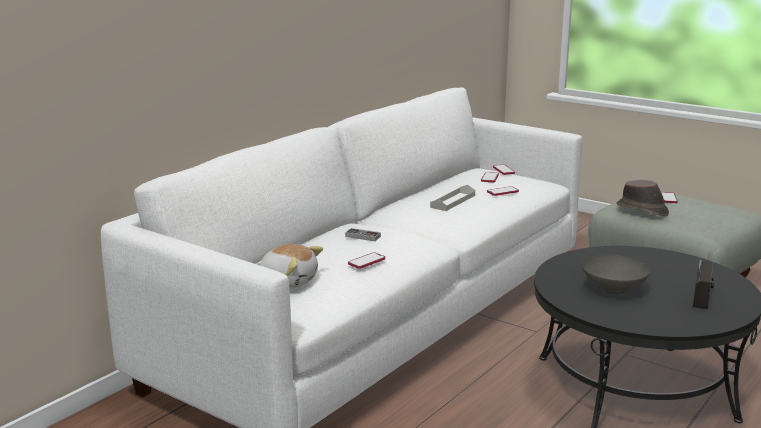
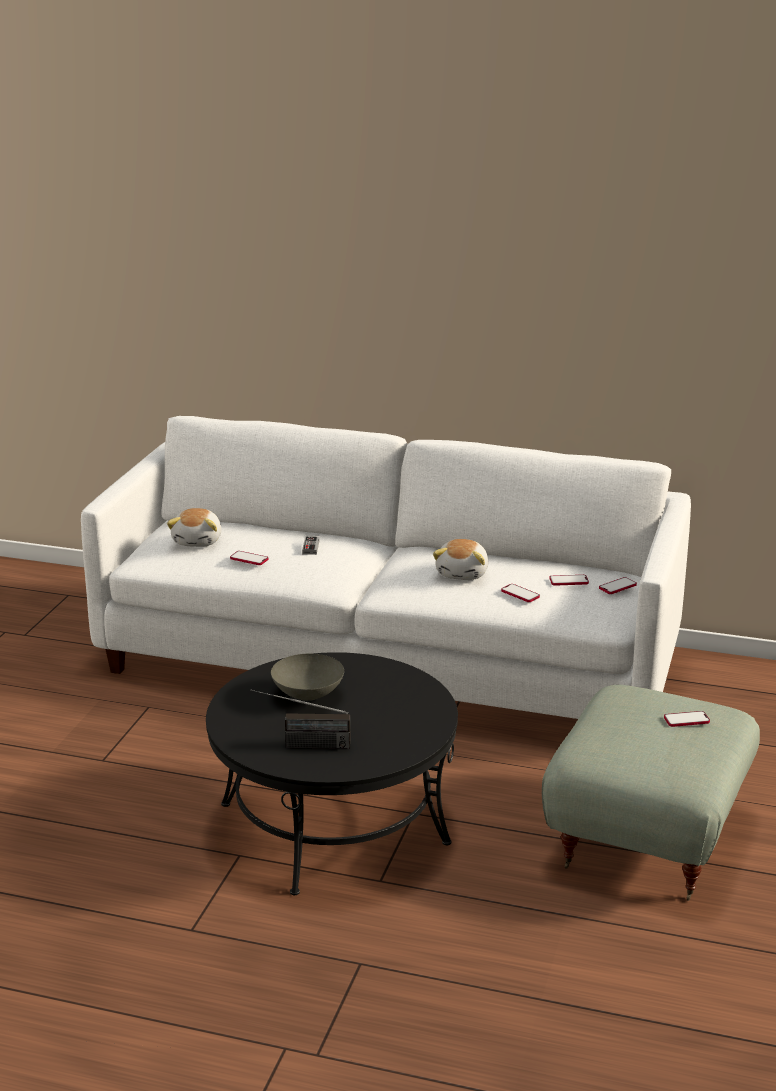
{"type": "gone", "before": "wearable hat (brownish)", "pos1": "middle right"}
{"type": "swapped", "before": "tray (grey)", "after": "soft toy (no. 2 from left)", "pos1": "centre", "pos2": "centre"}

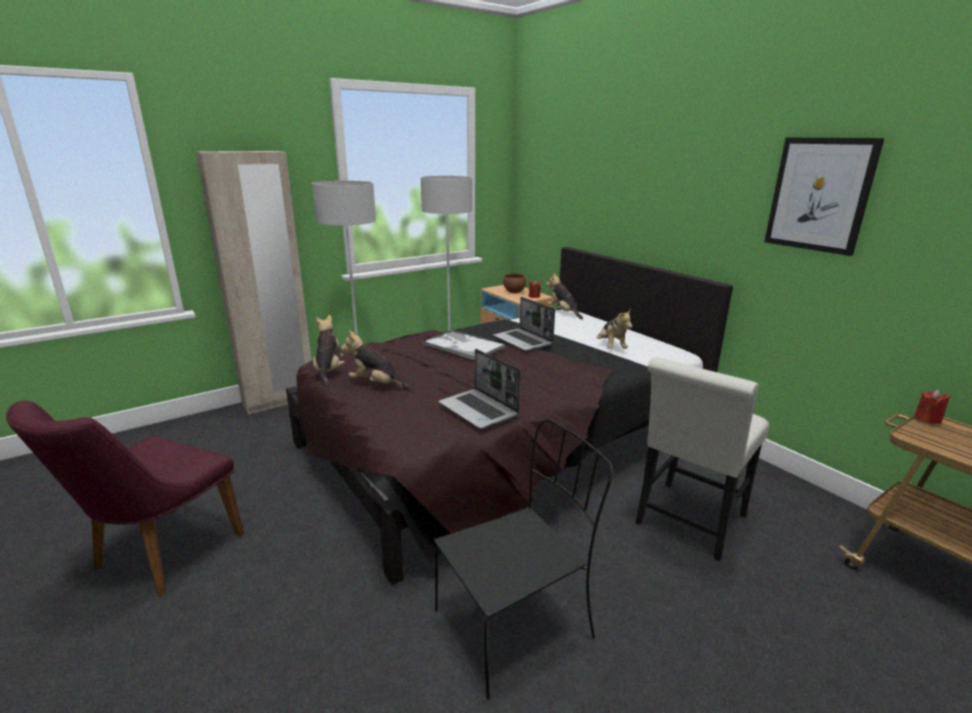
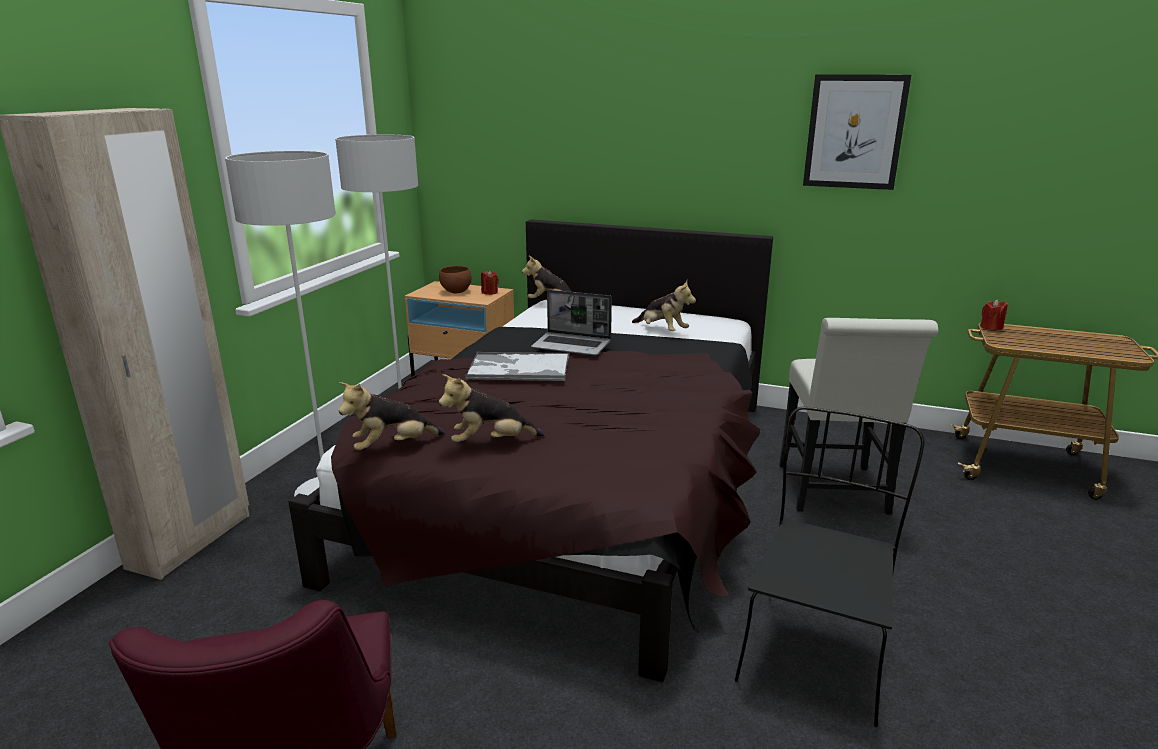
{"type": "gone", "before": "portable computer (no. 1 from left)", "pos1": "centre"}
{"type": "rotated", "before": "soft toy (no. 1 from left)", "pos1": "centre", "pos2": "centre", "turn": -75}

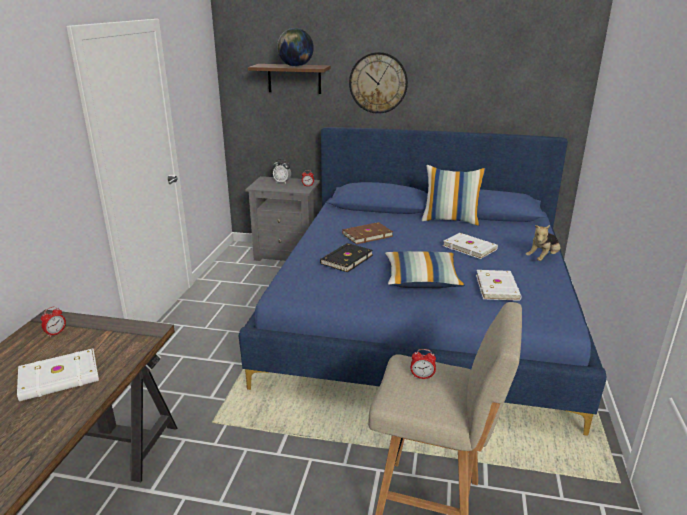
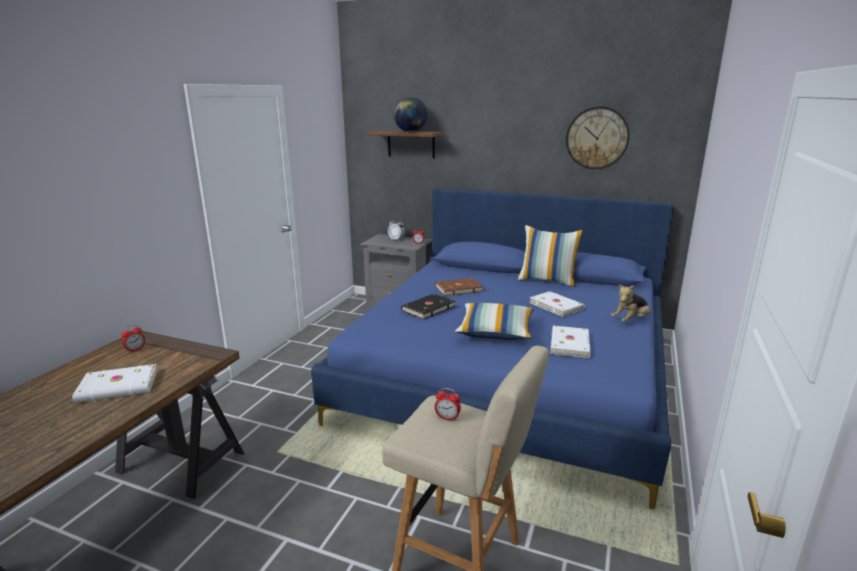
{"type": "shifted", "before": "hanging clock", "pos1": "top centre", "pos2": "top right"}

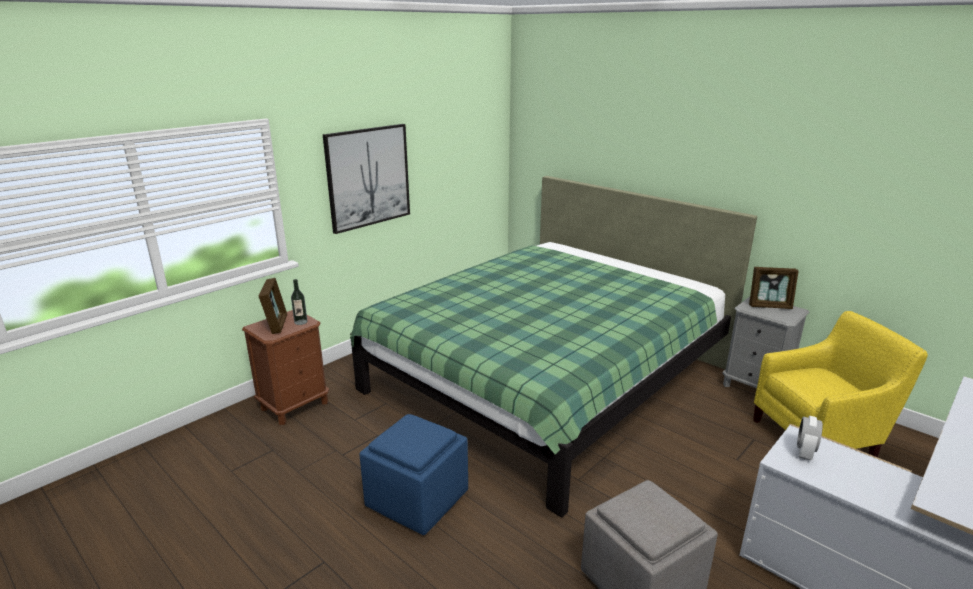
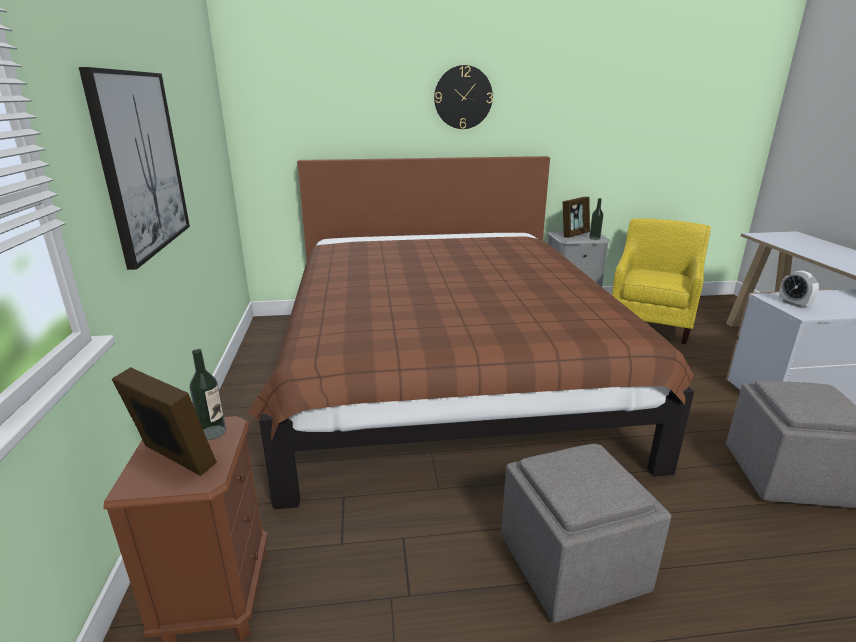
{"type": "new", "after": "hanging clock", "pos2": "top centre"}
{"type": "new", "after": "beverage bottle (no. 2 from left)", "pos2": "middle right"}
{"type": "repainted", "before": "sleeping bed (green-coloured)", "after": "sleeping bed (brownish)", "pos1": "centre", "pos2": "centre"}
{"type": "repainted", "before": "pouffe (blue)", "after": "pouffe (grey) (no. 1 from left)", "pos1": "bottom centre", "pos2": "bottom right"}

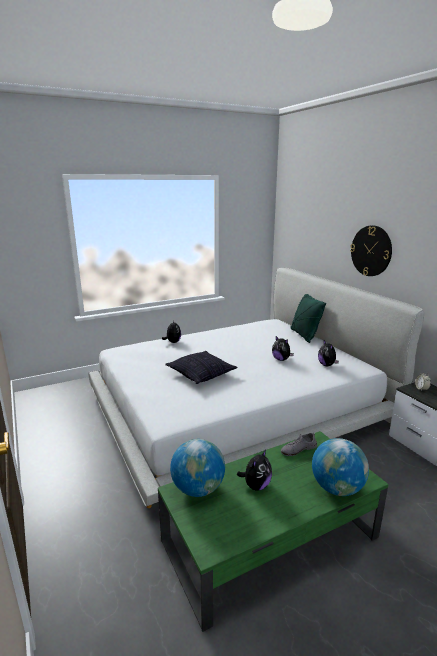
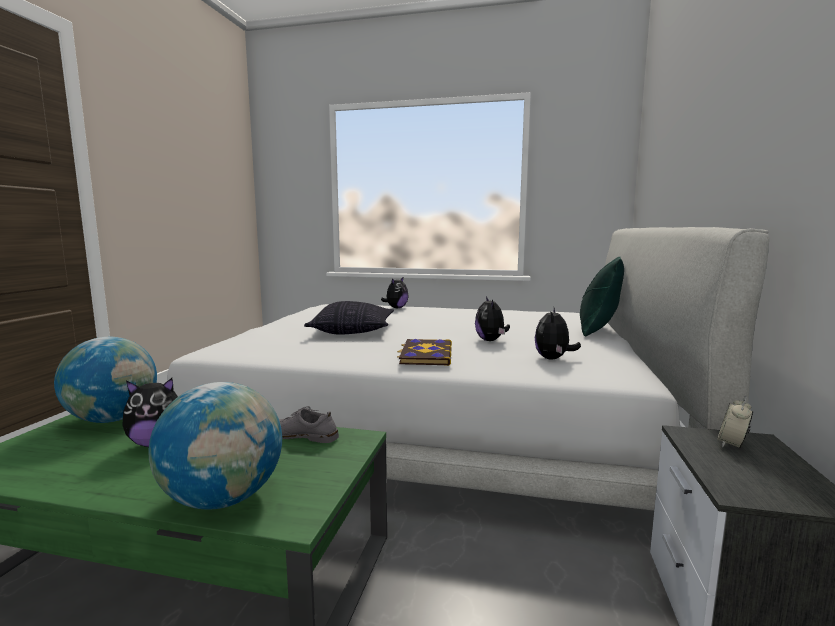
{"type": "gone", "before": "hanging clock", "pos1": "middle right"}
{"type": "new", "after": "bound book", "pos2": "centre"}

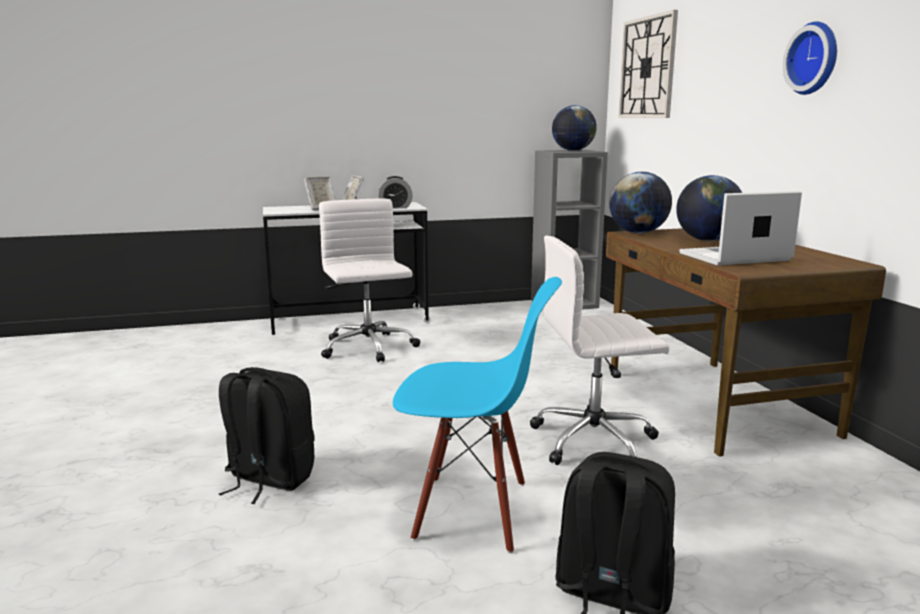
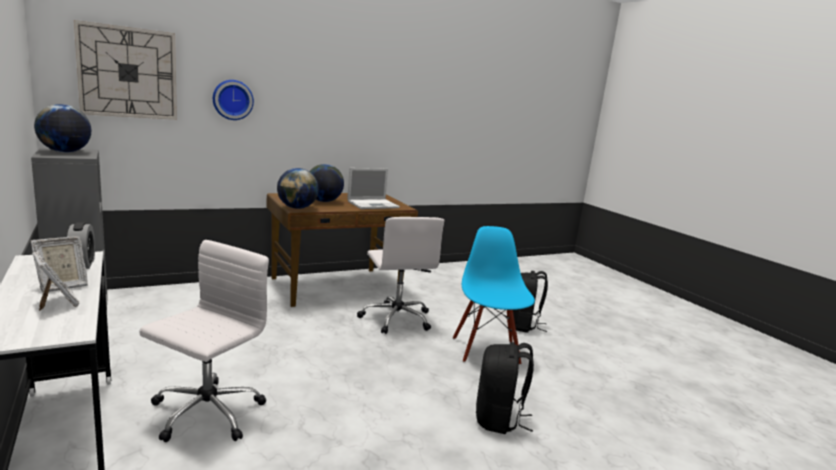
{"type": "shifted", "before": "hanging clock (no. 2 from left)", "pos1": "top right", "pos2": "top left"}
{"type": "rotated", "before": "office chair (white-coloured) (no. 1 from left)", "pos1": "centre", "pos2": "bottom left", "turn": 150}
{"type": "rotated", "before": "portable computer", "pos1": "middle right", "pos2": "centre", "turn": -90}

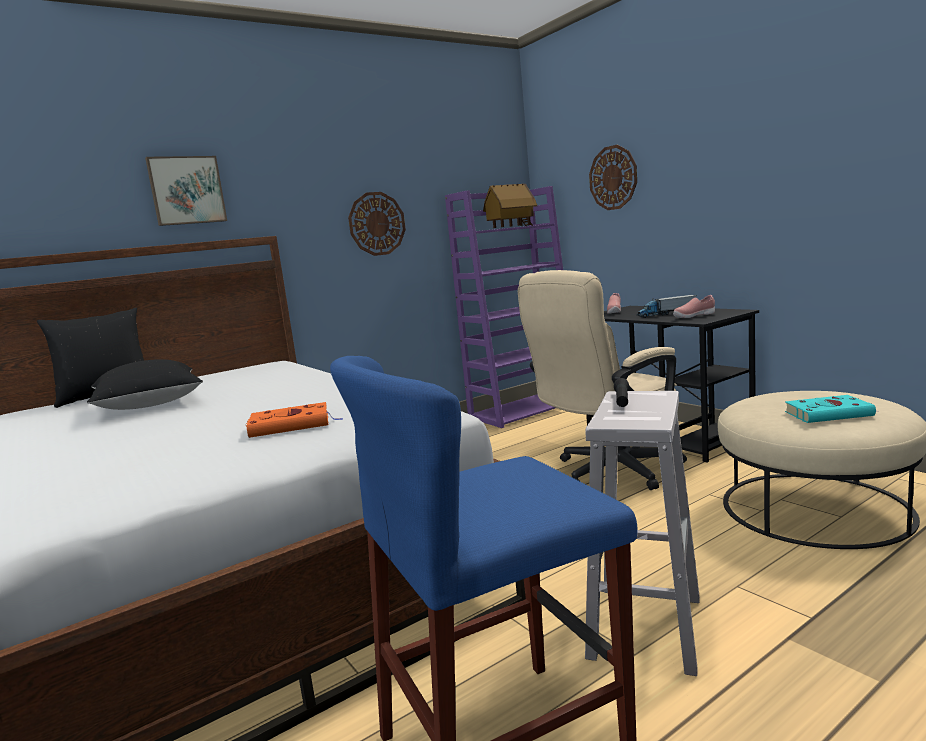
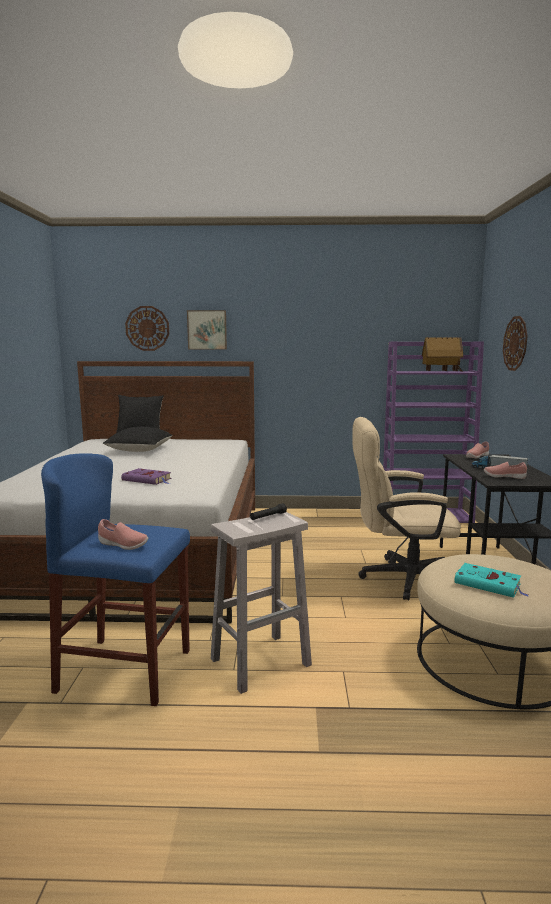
{"type": "new", "after": "shoe (pink-coloured) (no. 1 from left)", "pos2": "middle left"}
{"type": "shifted", "before": "hanging clock (no. 1 from left)", "pos1": "top centre", "pos2": "middle left"}
{"type": "repainted", "before": "bound book (orange)", "after": "bound book (purple)", "pos1": "middle left", "pos2": "middle left"}

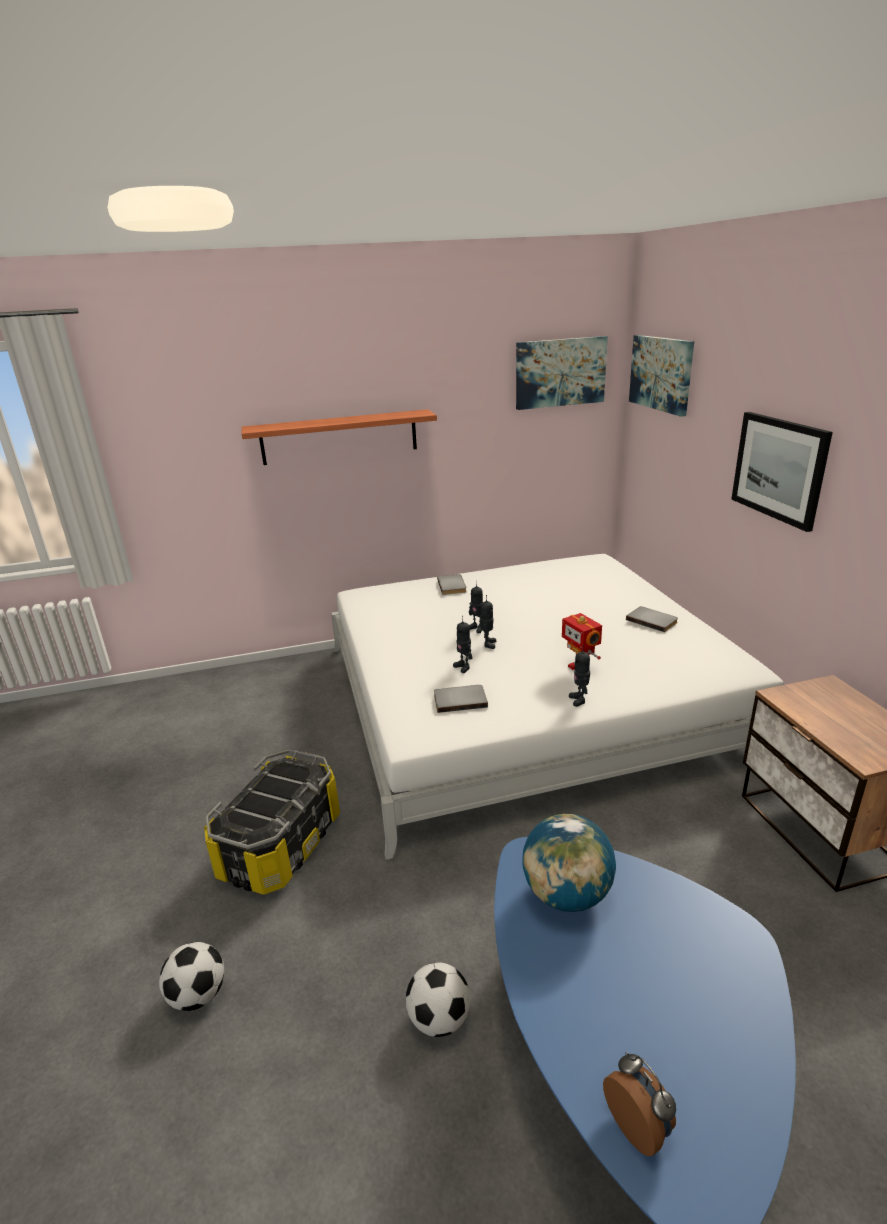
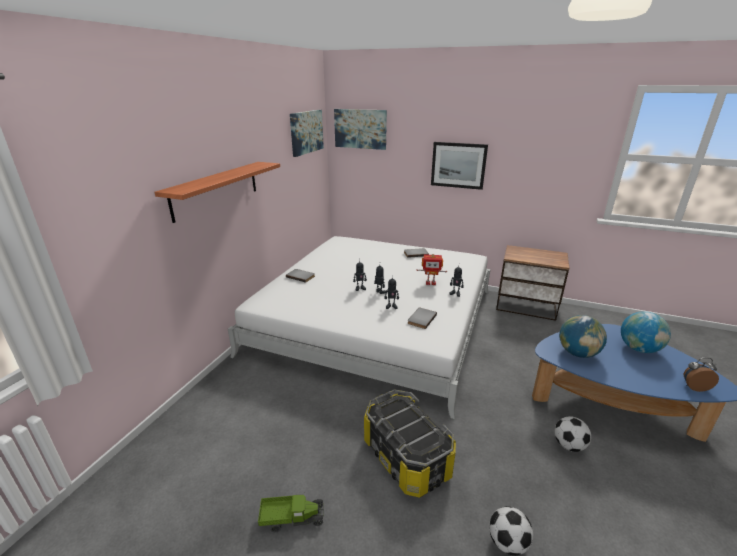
{"type": "new", "after": "toy lorry", "pos2": "bottom centre"}
{"type": "new", "after": "desk globe (no. 2 from left)", "pos2": "middle right"}

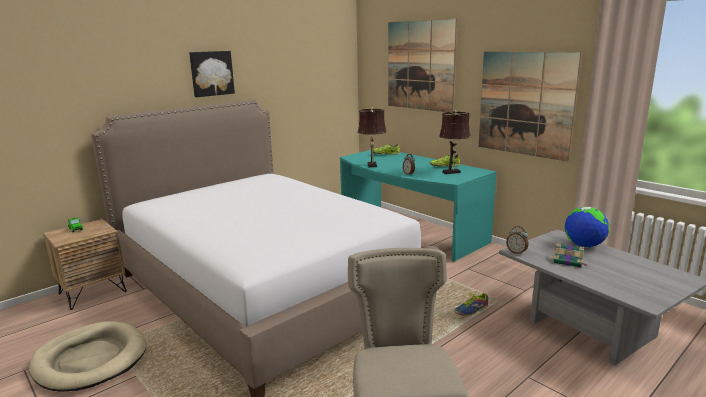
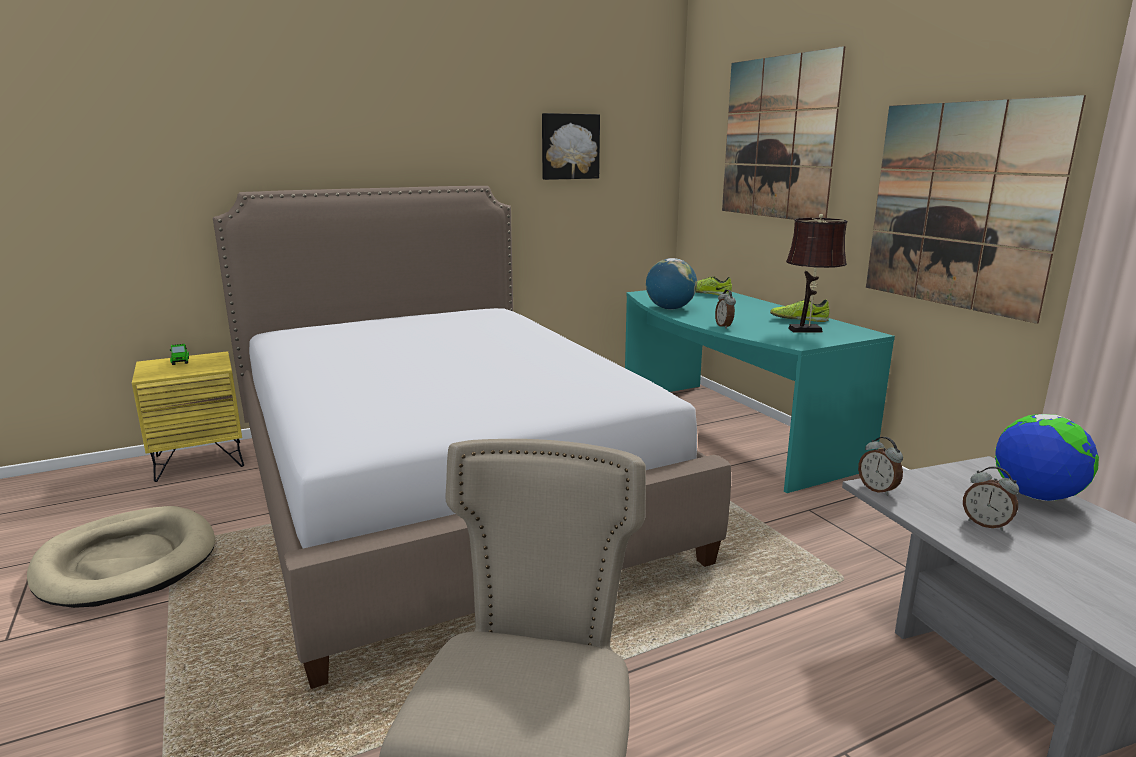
{"type": "gone", "before": "shoe (no. 3 from left)", "pos1": "bottom right"}
{"type": "shifted", "before": "wall picture (no. 1 from left)", "pos1": "top left", "pos2": "top centre"}
{"type": "swapped", "before": "tabletop lamp (brownish) (no. 1 from left)", "after": "desk globe (no. 1 from left)", "pos1": "centre", "pos2": "centre"}
{"type": "swapped", "before": "bound book", "after": "table clock (no. 3 from left)", "pos1": "middle right", "pos2": "middle right"}
{"type": "repainted", "before": "bedside table (brownish)", "after": "bedside table (yellow)", "pos1": "middle left", "pos2": "middle left"}

